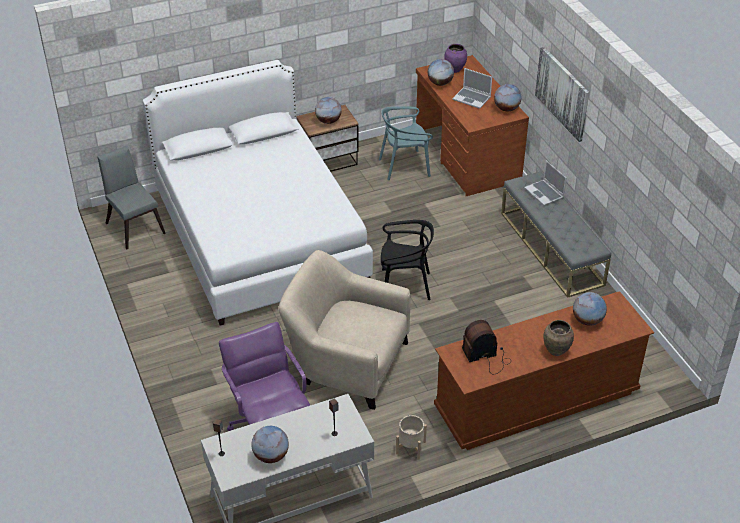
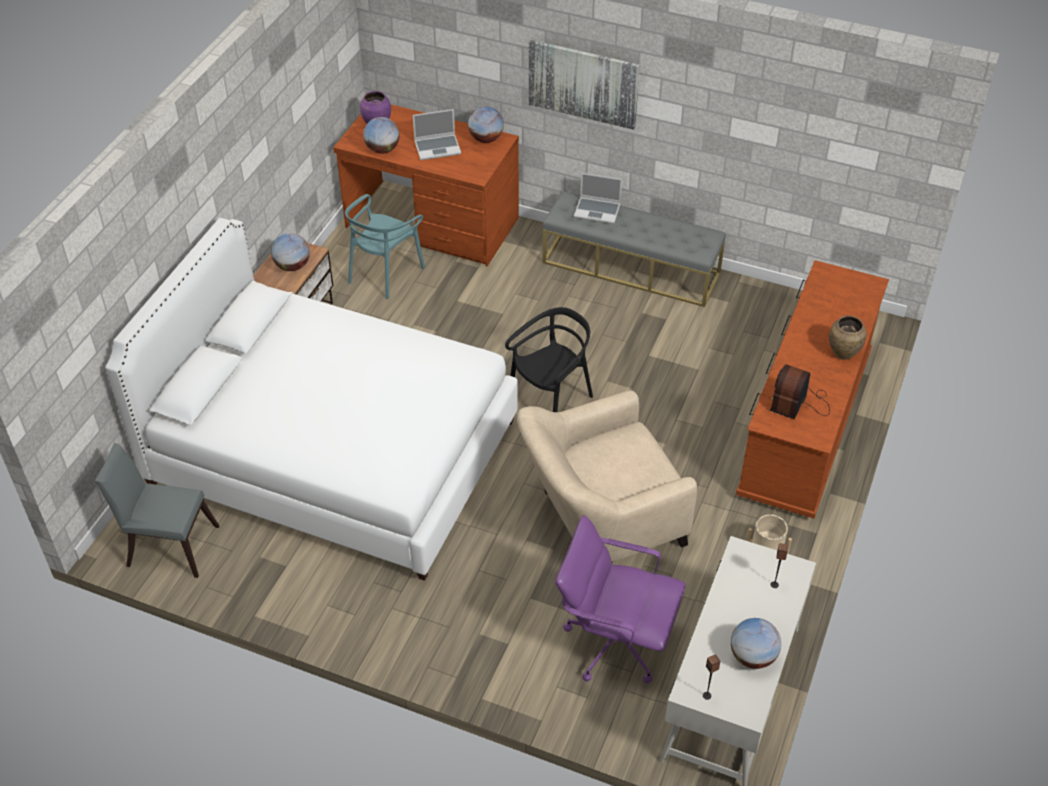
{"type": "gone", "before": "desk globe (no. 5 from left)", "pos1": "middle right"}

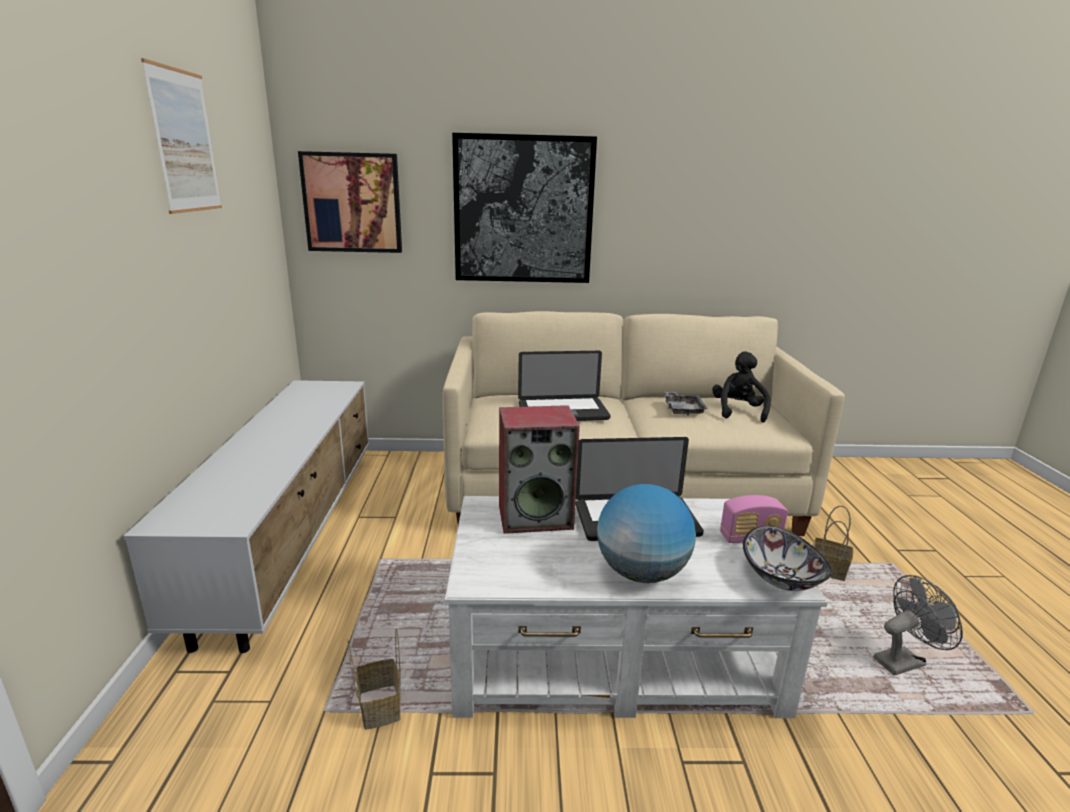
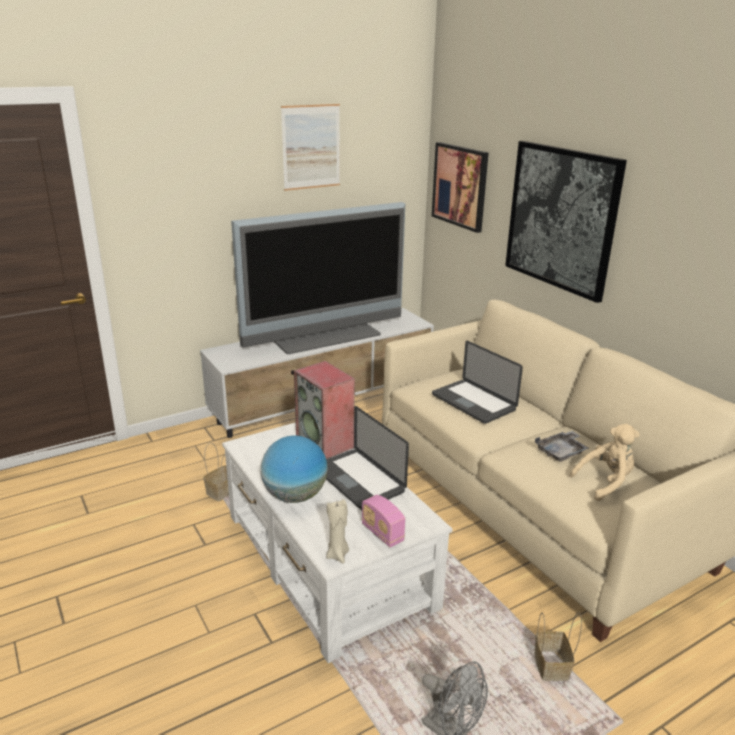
{"type": "new", "after": "TV", "pos2": "centre"}
{"type": "swapped", "before": "bowl", "after": "wax light (sand-coloured)", "pos1": "bottom right", "pos2": "bottom centre"}
{"type": "repainted", "before": "soft toy (black-coloured)", "after": "soft toy (sand-coloured)", "pos1": "middle right", "pos2": "middle right"}

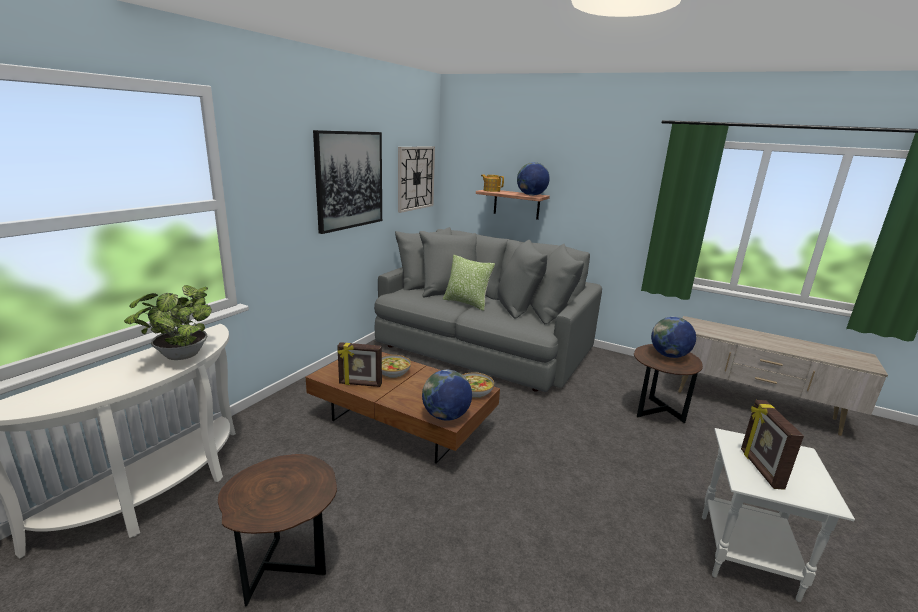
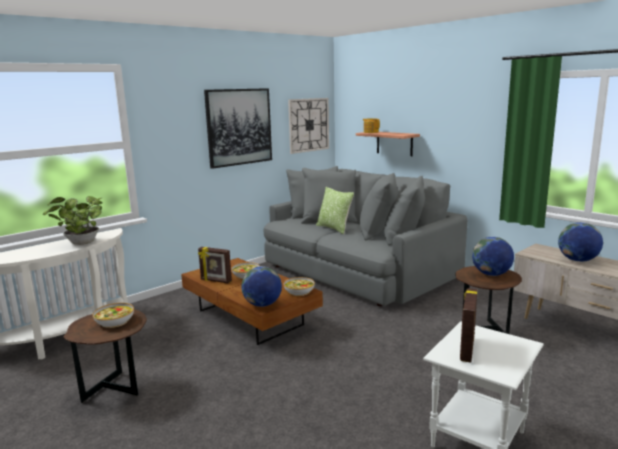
{"type": "new", "after": "bowl (no. 1 from left)", "pos2": "bottom left"}
{"type": "shifted", "before": "desk globe (no. 2 from left in the first image)", "after": "desk globe (no. 3 from left)", "pos1": "top centre", "pos2": "middle right"}

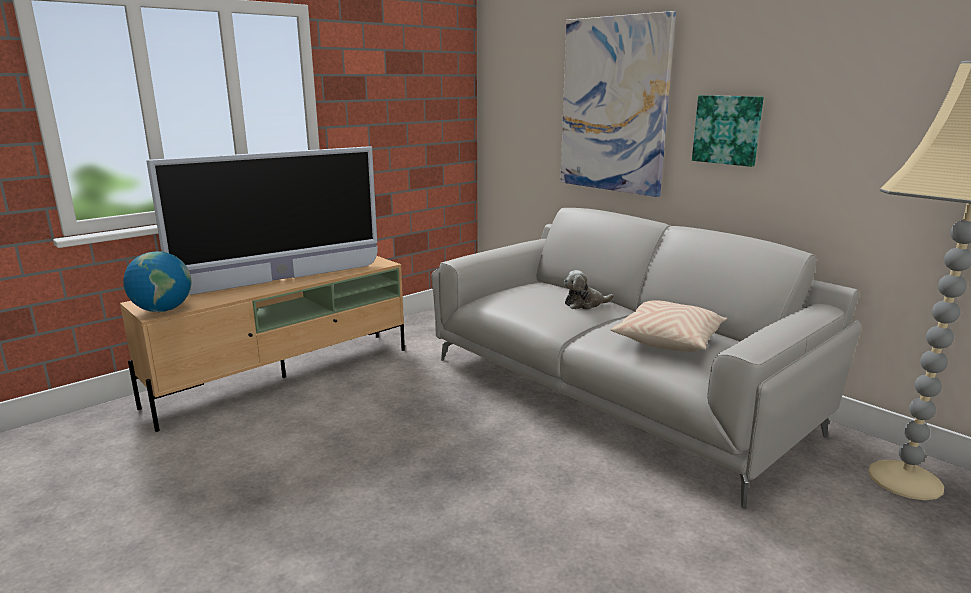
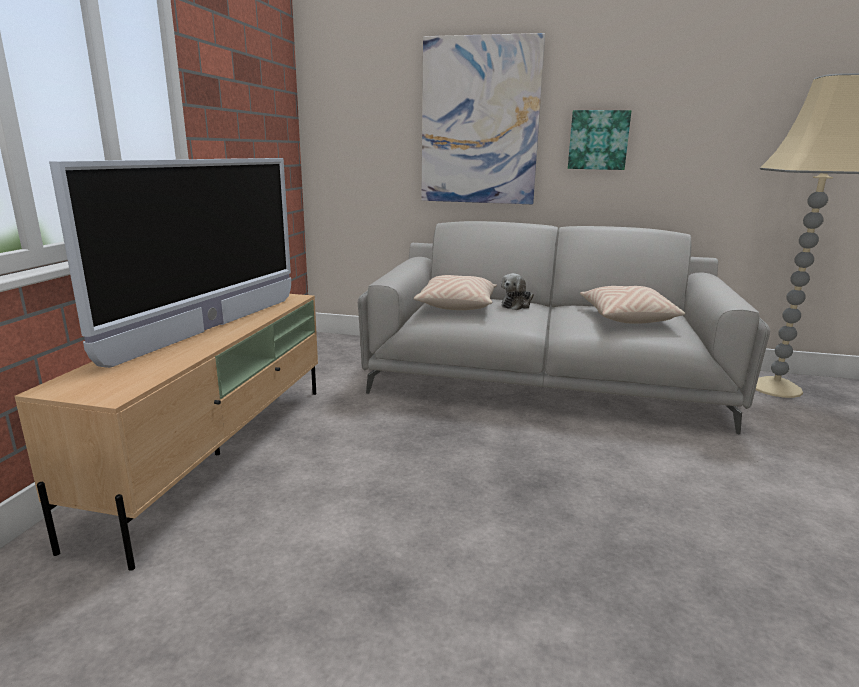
{"type": "gone", "before": "desk globe", "pos1": "middle left"}
{"type": "new", "after": "cushion (sand-coloured) (no. 1 from left)", "pos2": "centre"}

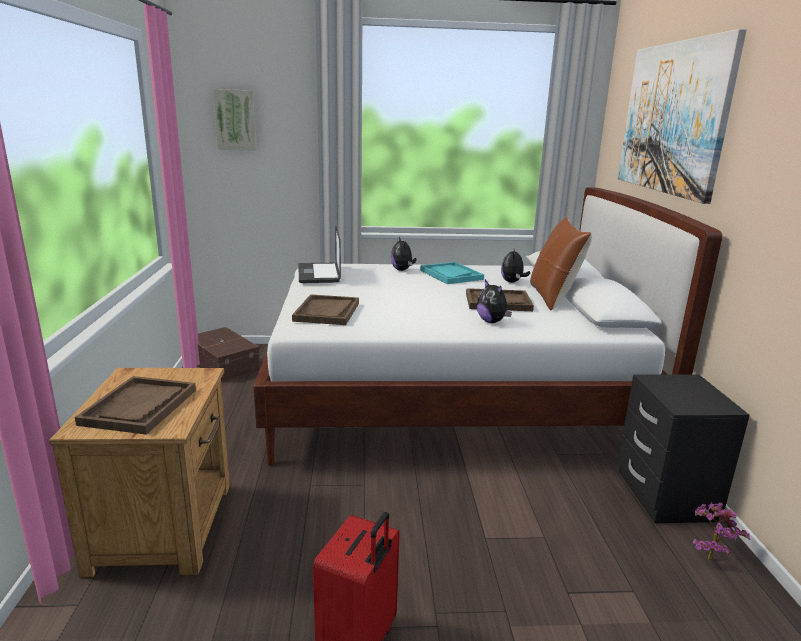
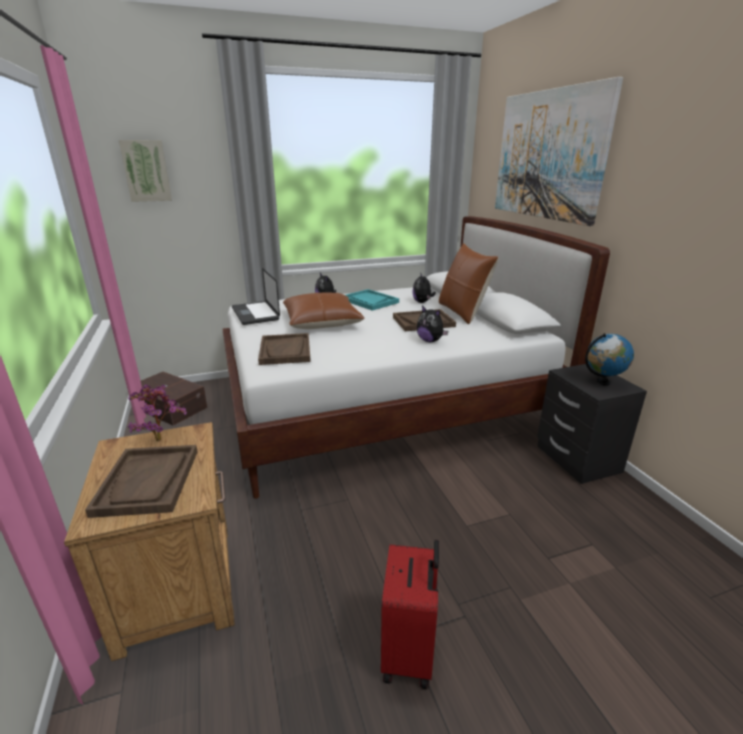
{"type": "new", "after": "cushion (brownish) (no. 1 from left)", "pos2": "centre"}
{"type": "new", "after": "desk globe", "pos2": "middle right"}
{"type": "shifted", "before": "plant in a pot", "pos1": "bottom right", "pos2": "middle left"}

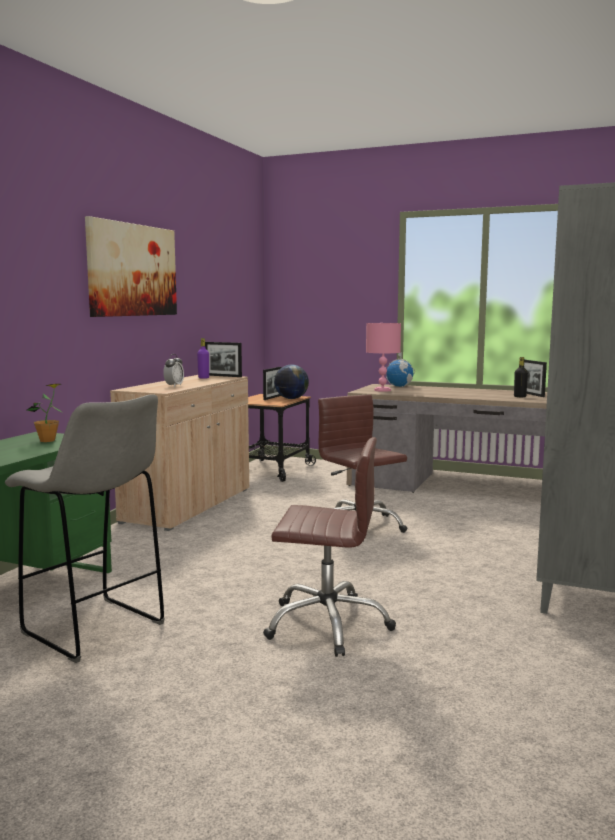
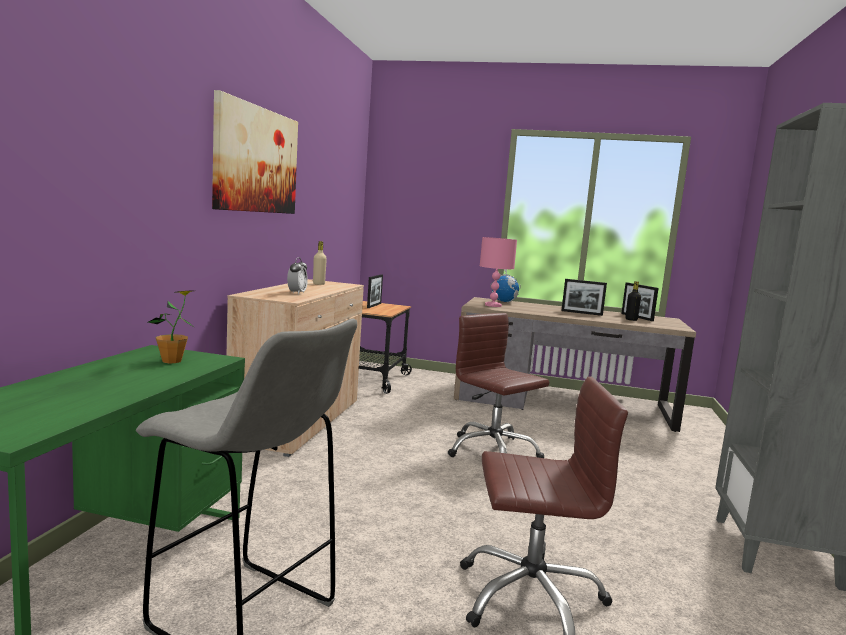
{"type": "gone", "before": "desk globe (no. 1 from left)", "pos1": "centre"}
{"type": "shifted", "before": "photo frame (no. 1 from left in the first image)", "after": "photo frame (no. 2 from left)", "pos1": "centre", "pos2": "middle right"}
{"type": "repainted", "before": "beverage bottle (purple)", "after": "beverage bottle (sand-coloured)", "pos1": "middle left", "pos2": "centre"}

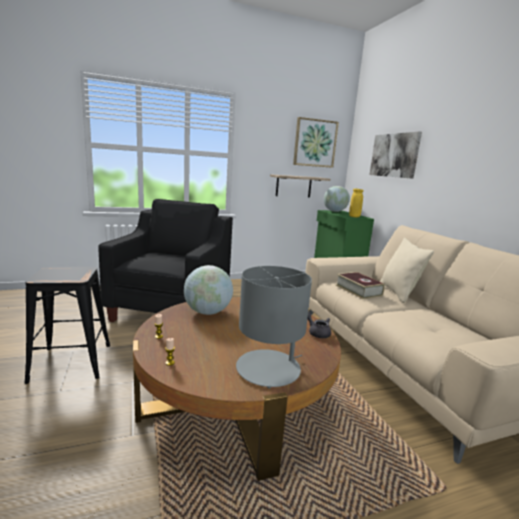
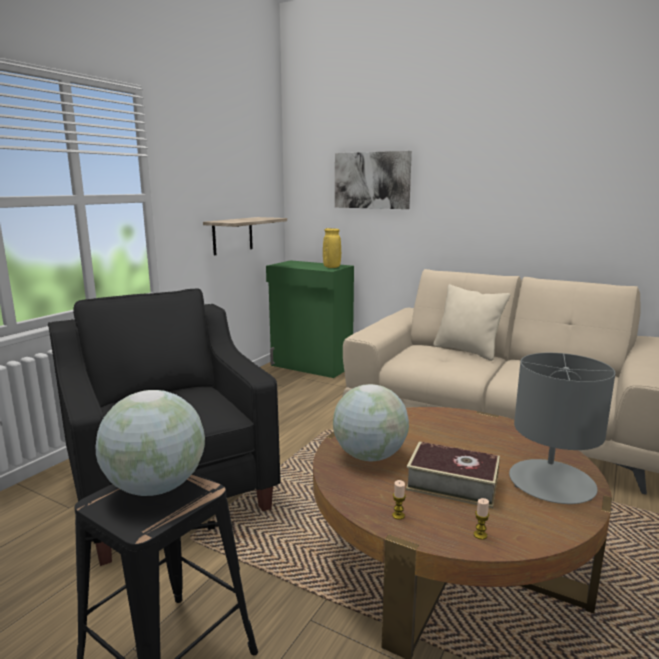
{"type": "gone", "before": "wall picture (no. 1 from left)", "pos1": "top centre"}
{"type": "gone", "before": "teapot (grey)", "pos1": "centre"}
{"type": "shifted", "before": "desk globe (no. 2 from left in the first image)", "after": "desk globe (no. 1 from left)", "pos1": "centre", "pos2": "bottom left"}
{"type": "shifted", "before": "bound book", "pos1": "middle right", "pos2": "bottom right"}

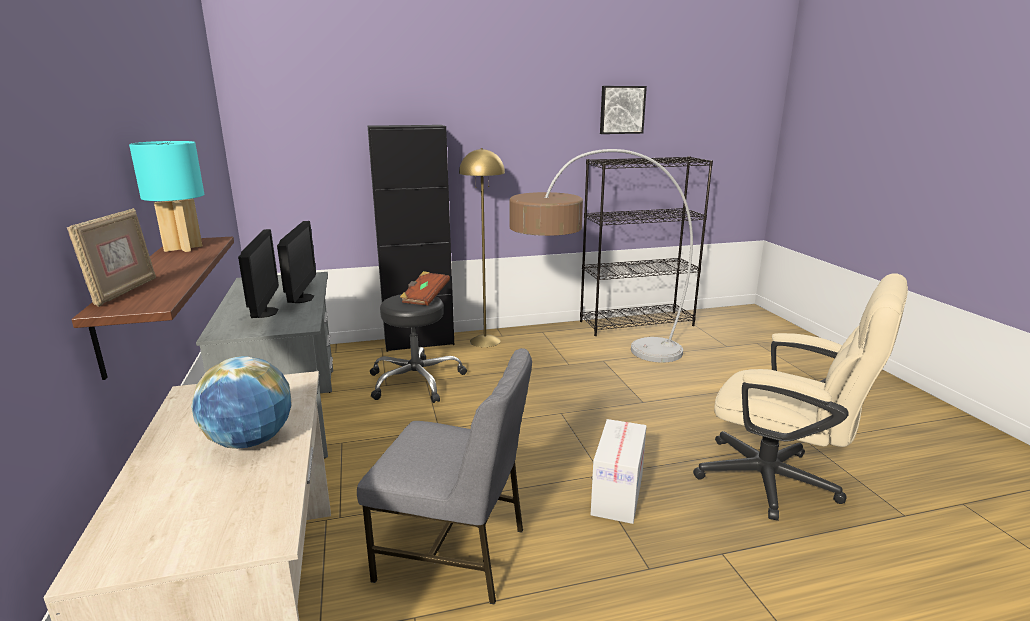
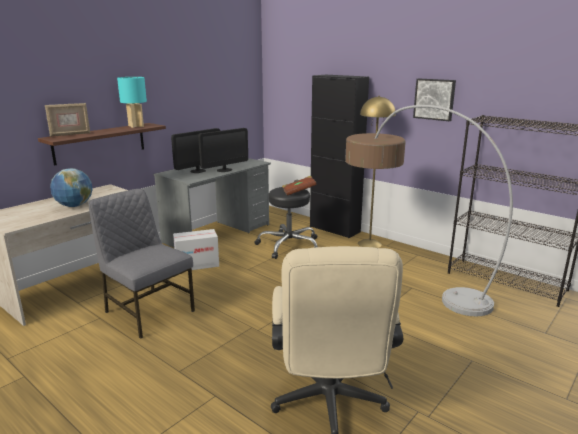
{"type": "shifted", "before": "cardboard box", "pos1": "bottom centre", "pos2": "centre"}
{"type": "shifted", "before": "wall picture", "pos1": "top centre", "pos2": "top right"}
{"type": "rotated", "before": "chair (grey)", "pos1": "bottom centre", "pos2": "middle left", "turn": 150}

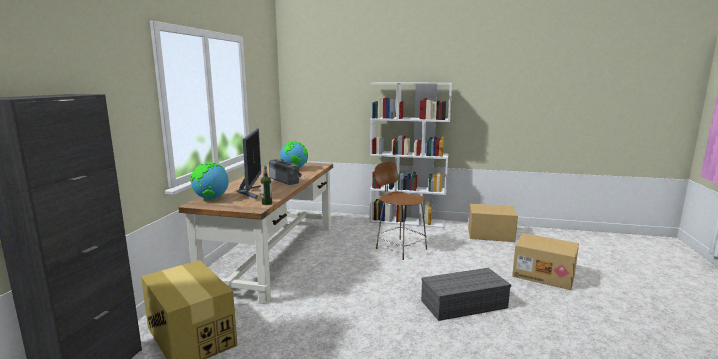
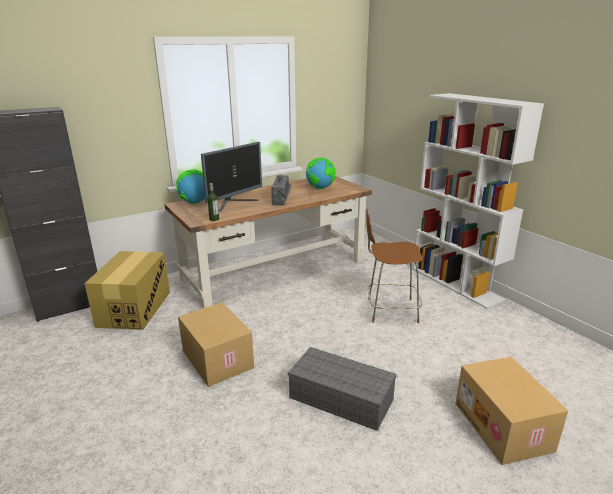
{"type": "shifted", "before": "cardboard box (no. 2 from left)", "pos1": "middle right", "pos2": "bottom centre"}
{"type": "rotated", "before": "chair (brownish)", "pos1": "centre", "pos2": "centre", "turn": -90}

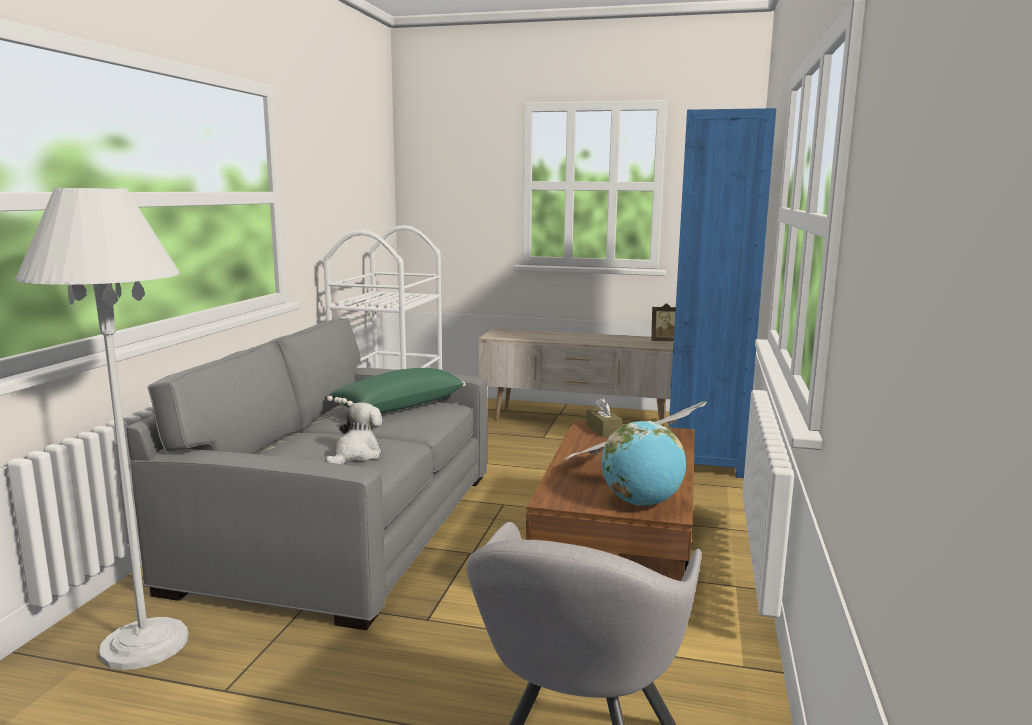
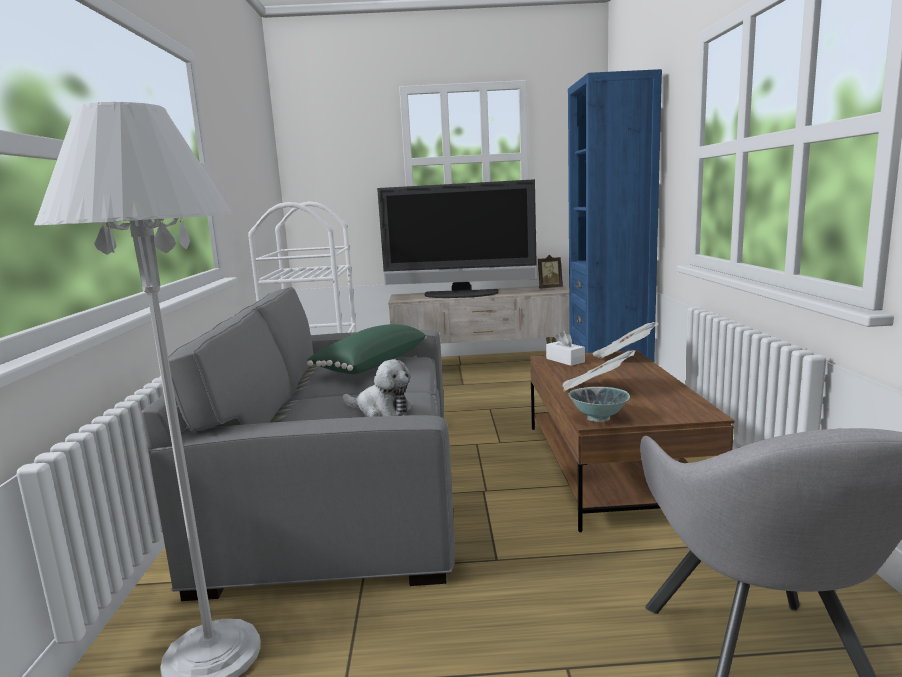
{"type": "gone", "before": "desk globe", "pos1": "centre"}
{"type": "new", "after": "TV", "pos2": "centre"}
{"type": "new", "after": "bowl", "pos2": "centre"}
{"type": "repainted", "before": "tissue box (brownish)", "after": "tissue box (white-coloured)", "pos1": "centre", "pos2": "centre"}
{"type": "rotated", "before": "soft toy", "pos1": "centre", "pos2": "centre", "turn": 105}

